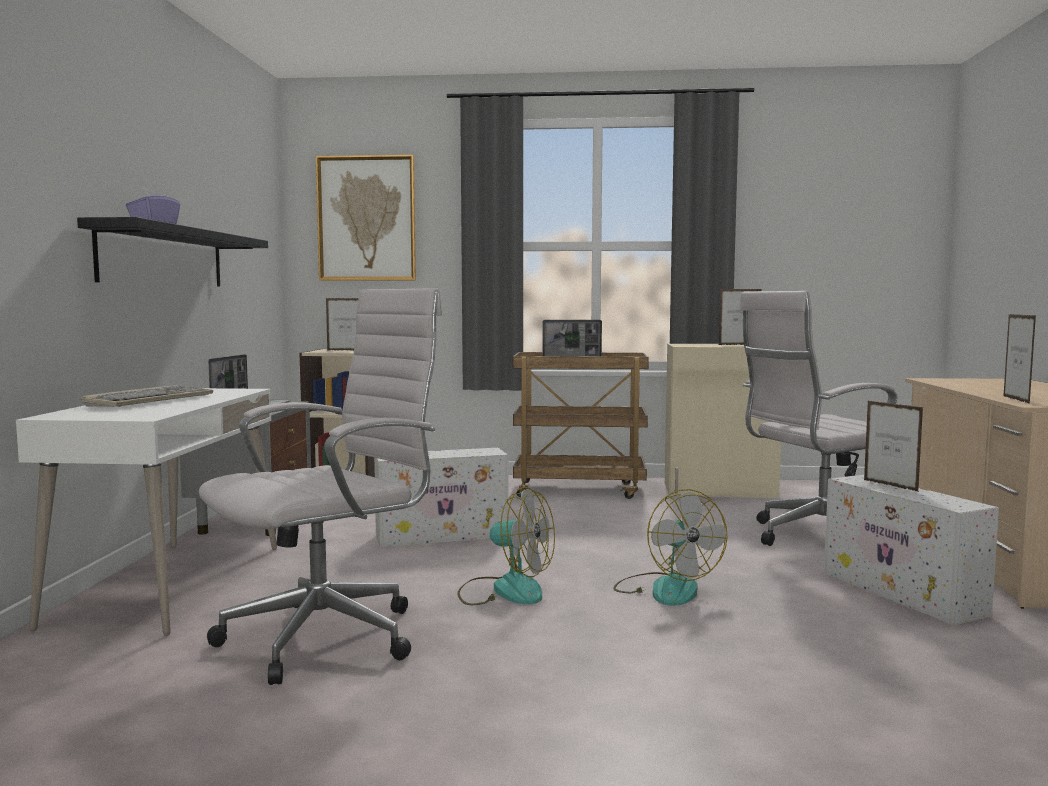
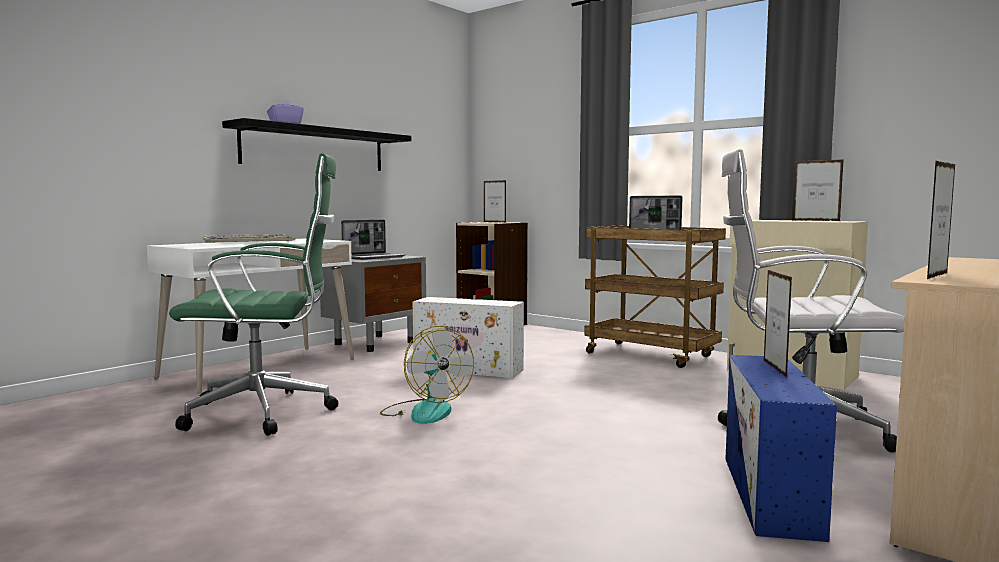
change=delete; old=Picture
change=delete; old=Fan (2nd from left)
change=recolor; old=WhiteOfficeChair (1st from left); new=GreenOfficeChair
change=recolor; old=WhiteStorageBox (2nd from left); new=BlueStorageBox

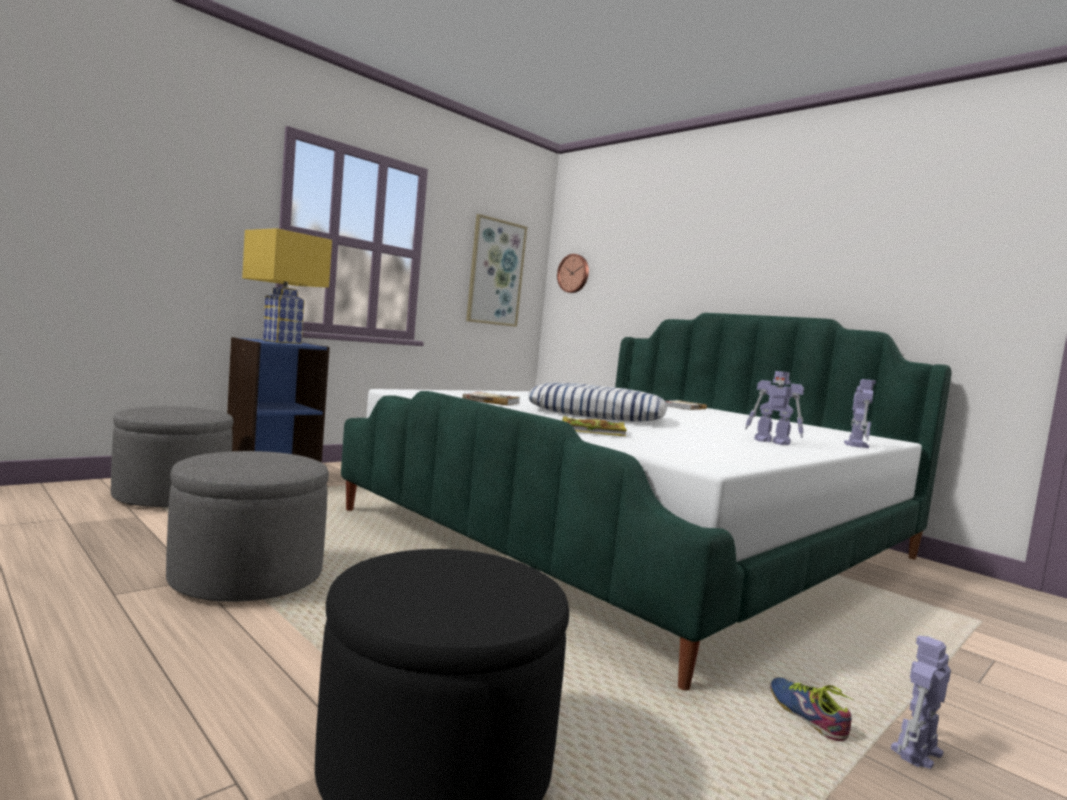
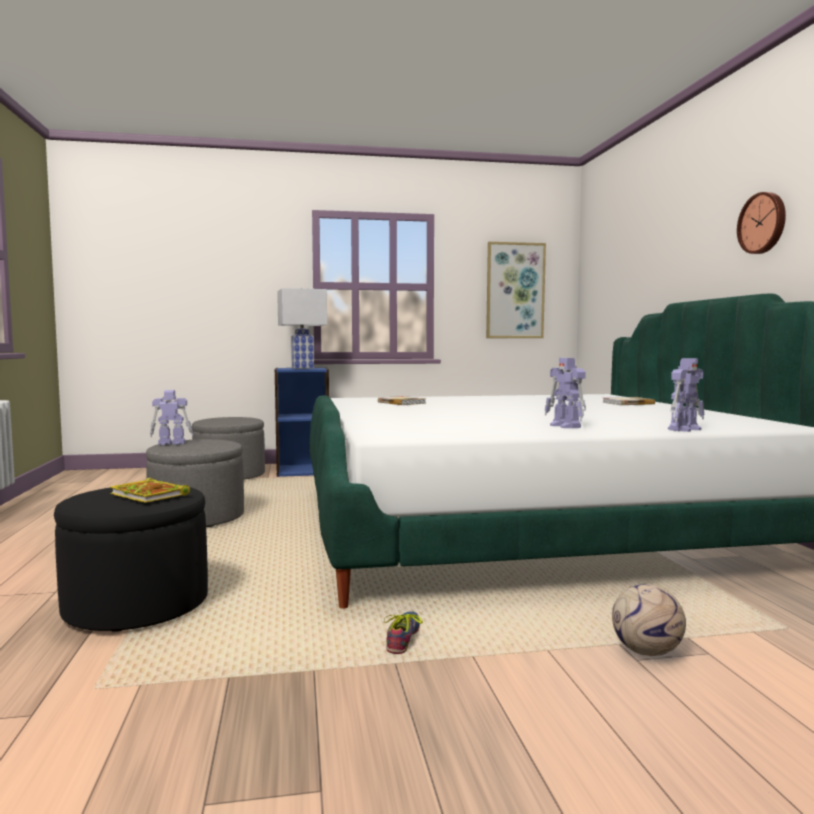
change=delete; old=Pillow
change=insert; new=Football
change=move; old=WallClock
change=move; old=Book (2nd from left in the first image); new=Book (1st from left)
change=move; old=ToyRobot (3rd from left in the first image); new=ToyRobot (1st from left)
change=recolor; old=YellowTableLamp; new=WhiteTableLamp

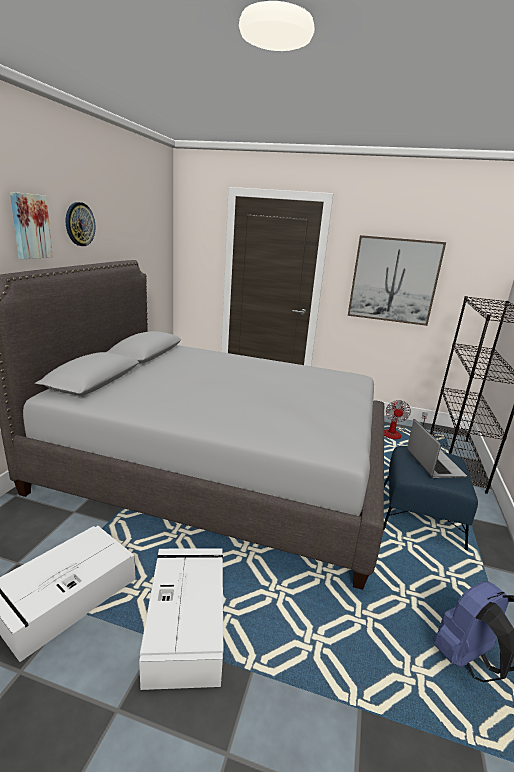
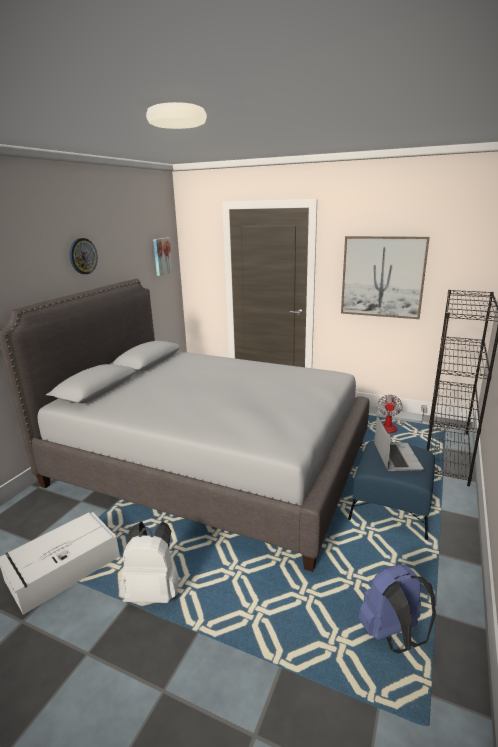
change=move; old=Picture (1st from left)
change=replace; old=WhiteStorageBox (2nd from left); new=WhiteBackpack

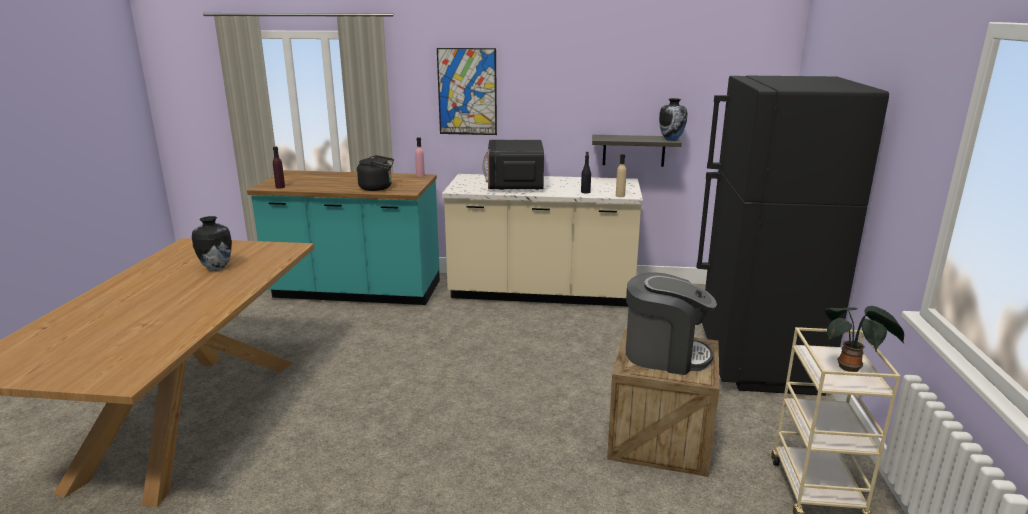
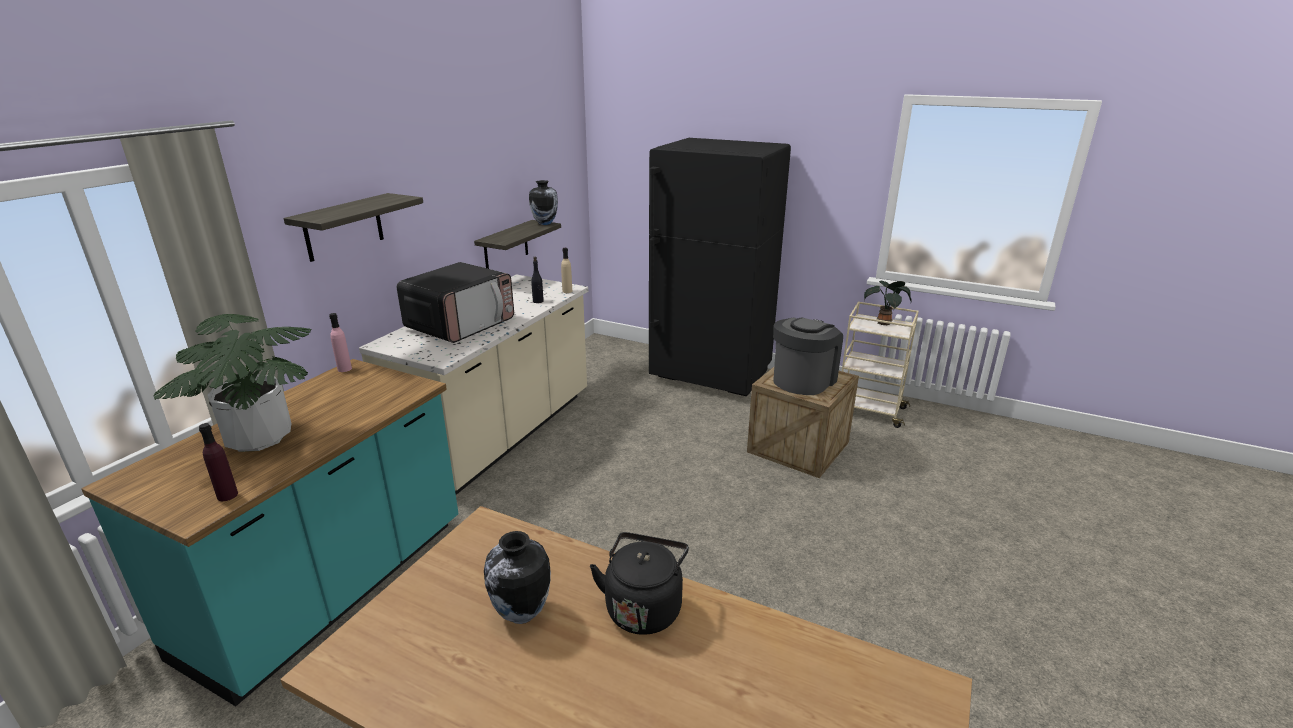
change=insert; new=PottedPlant (1st from left)
change=move; old=BlackKettle
change=replace; old=Picture; new=Shelf (1st from left)
change=rotate; old=Microwave; degrees=-75

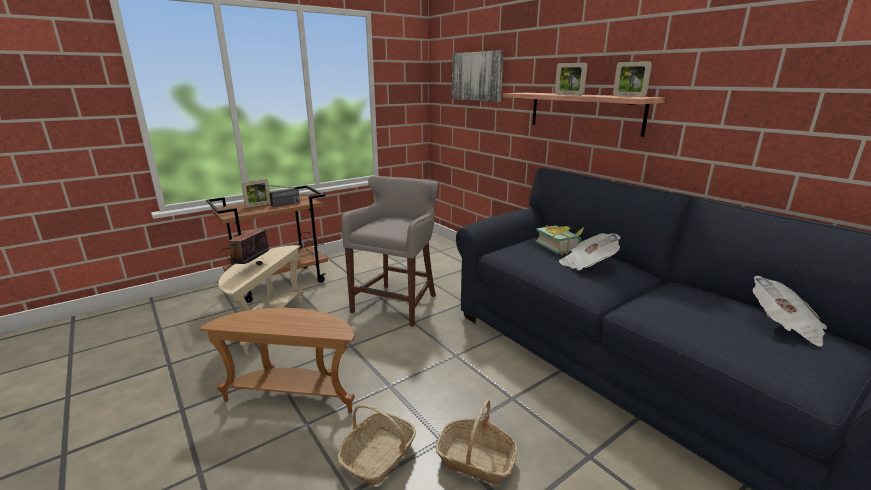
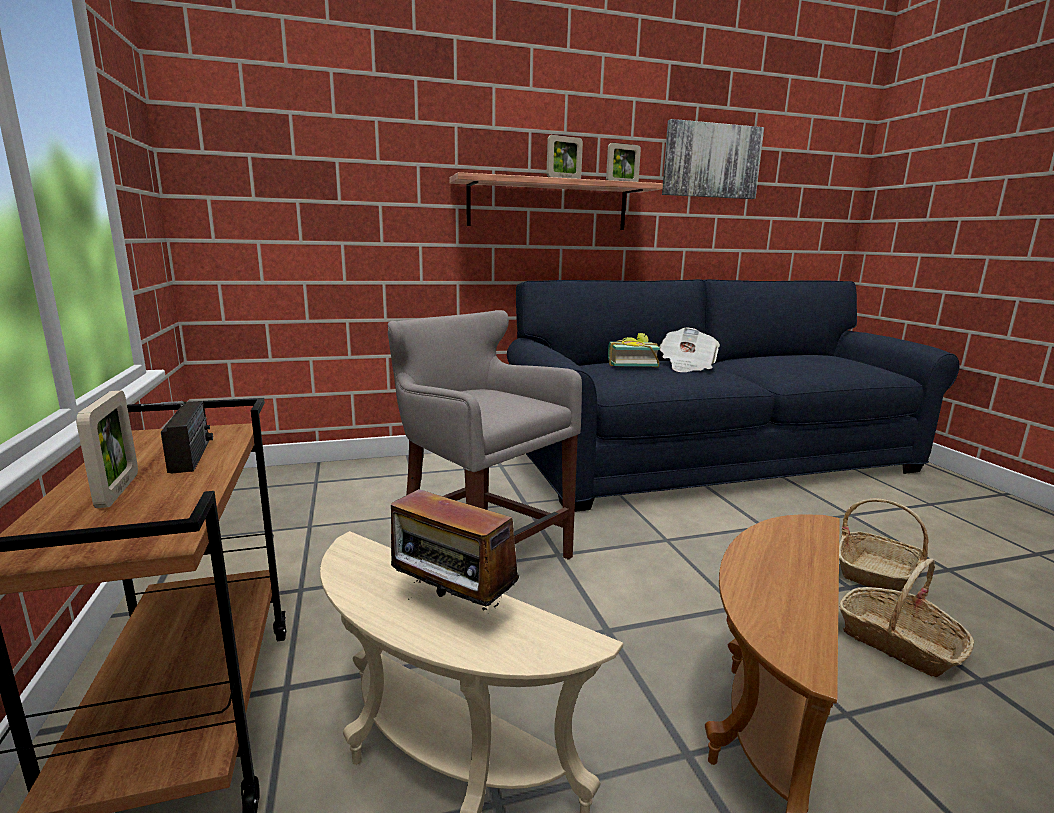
change=delete; old=Newspaper (2nd from left)
change=move; old=Picture

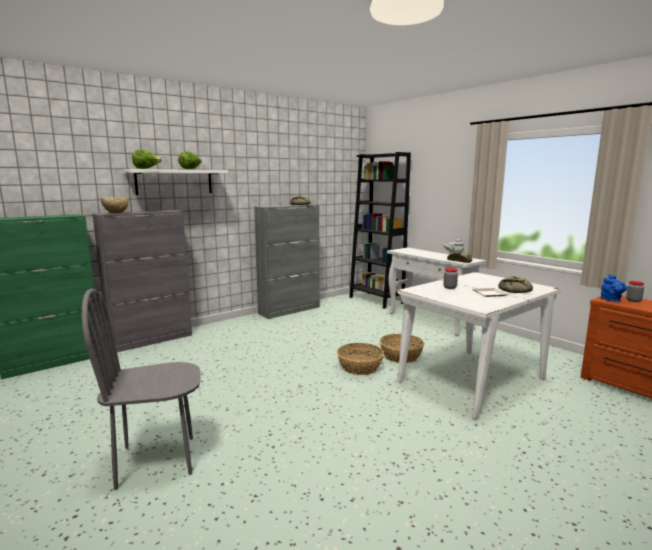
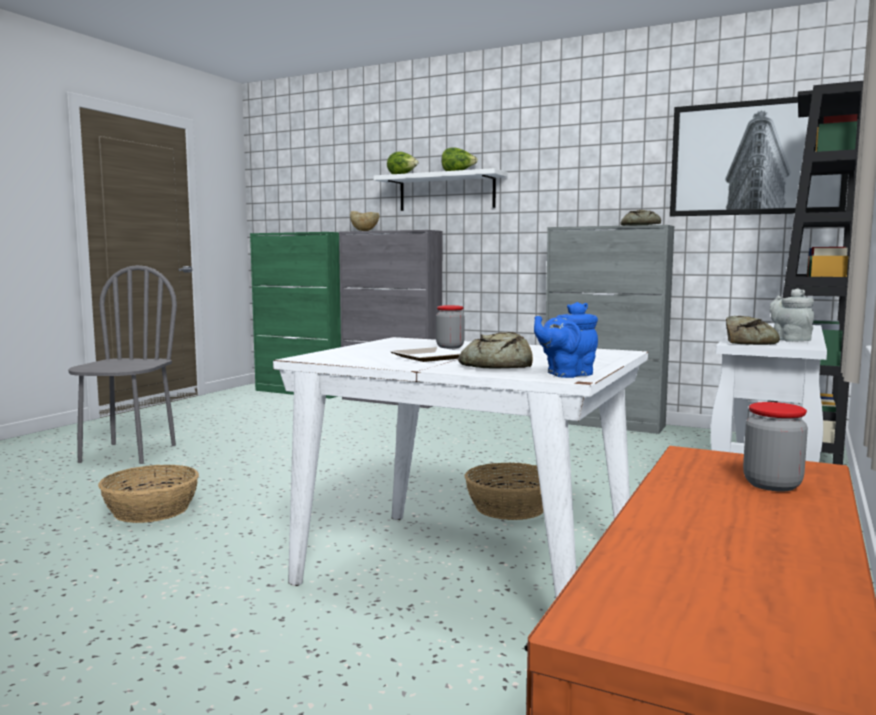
change=insert; new=Picture
change=move; old=Basket (1st from left)
change=move; old=BlueTeapot
change=rotate; old=GreyChair; degrees=45

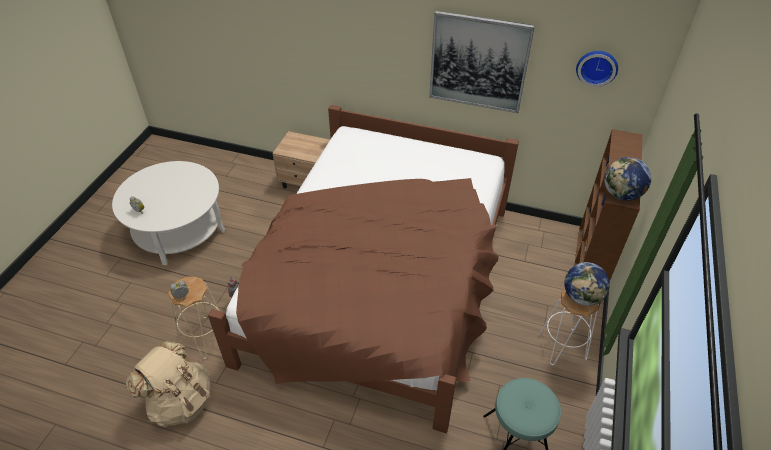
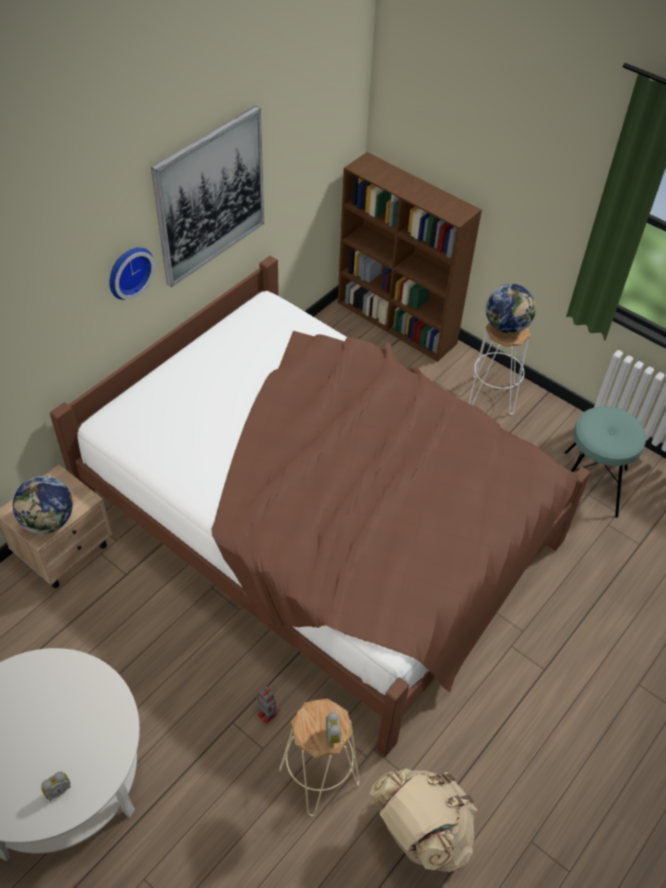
change=move; old=WallClock
change=move; old=Globe (2nd from left in the first image); new=Globe (1st from left)

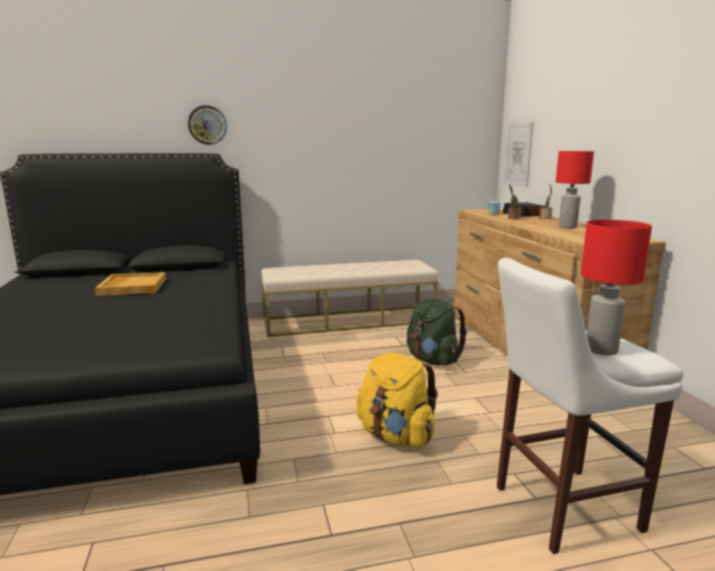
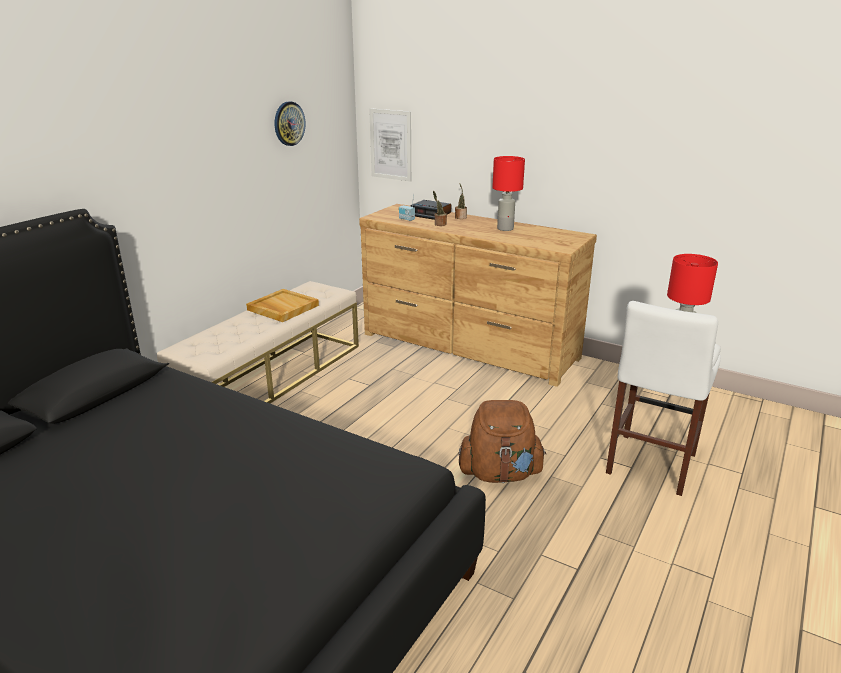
change=delete; old=GreenBackpack
change=move; old=BeigeTray
change=move; old=WallClock
change=recolor; old=YellowBackpack; new=BrownBackpack

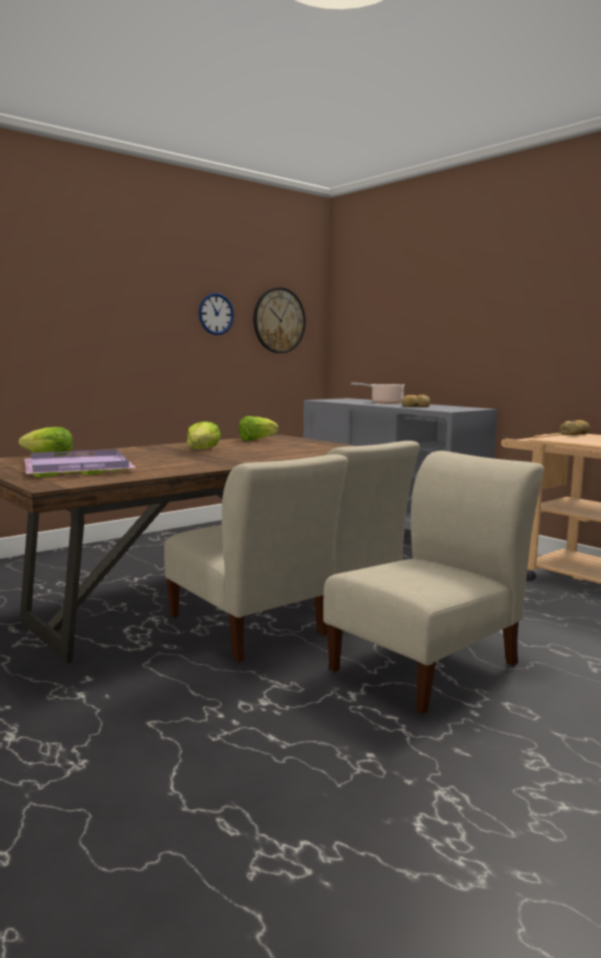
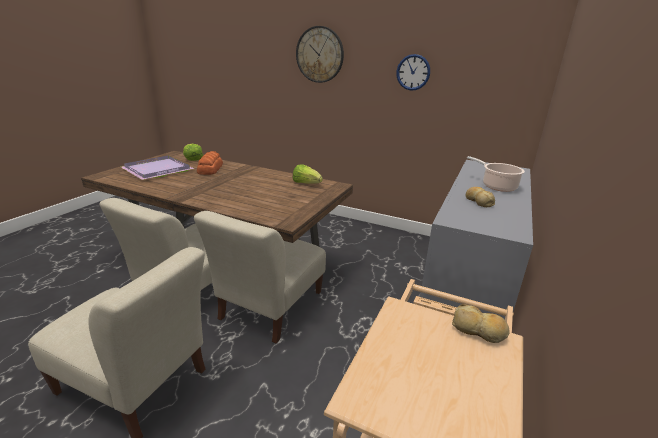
change=delete; old=Lettuce (2nd from left)
change=insert; new=Bread (1st from left)
change=move; old=WallClock (2nd from left in the first image); new=WallClock (1st from left)

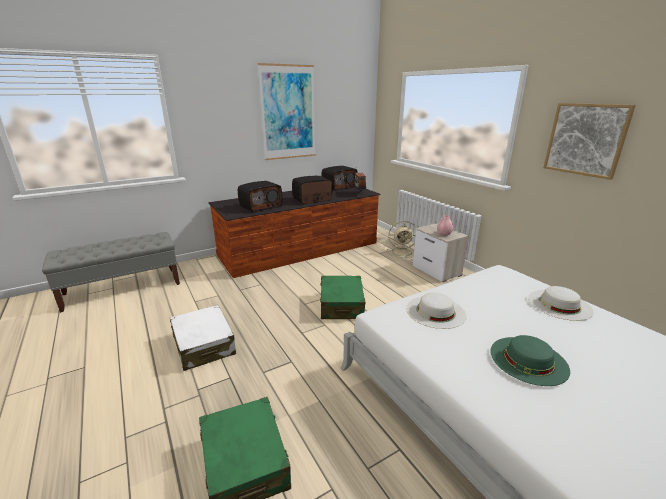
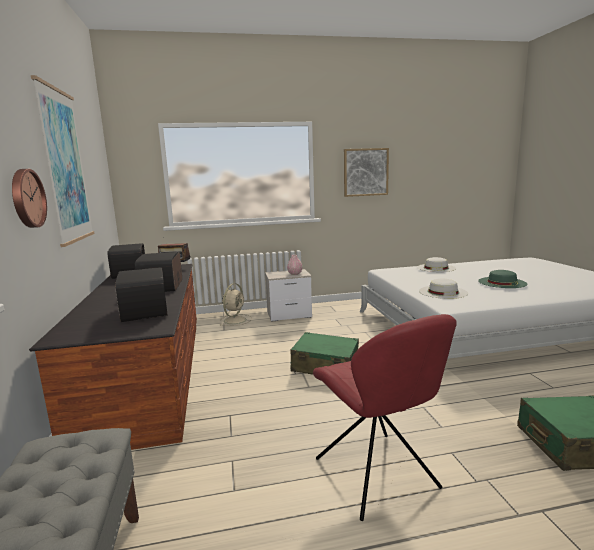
change=insert; new=WallClock
change=replace; old=WhiteSuitcase; new=RedChair

